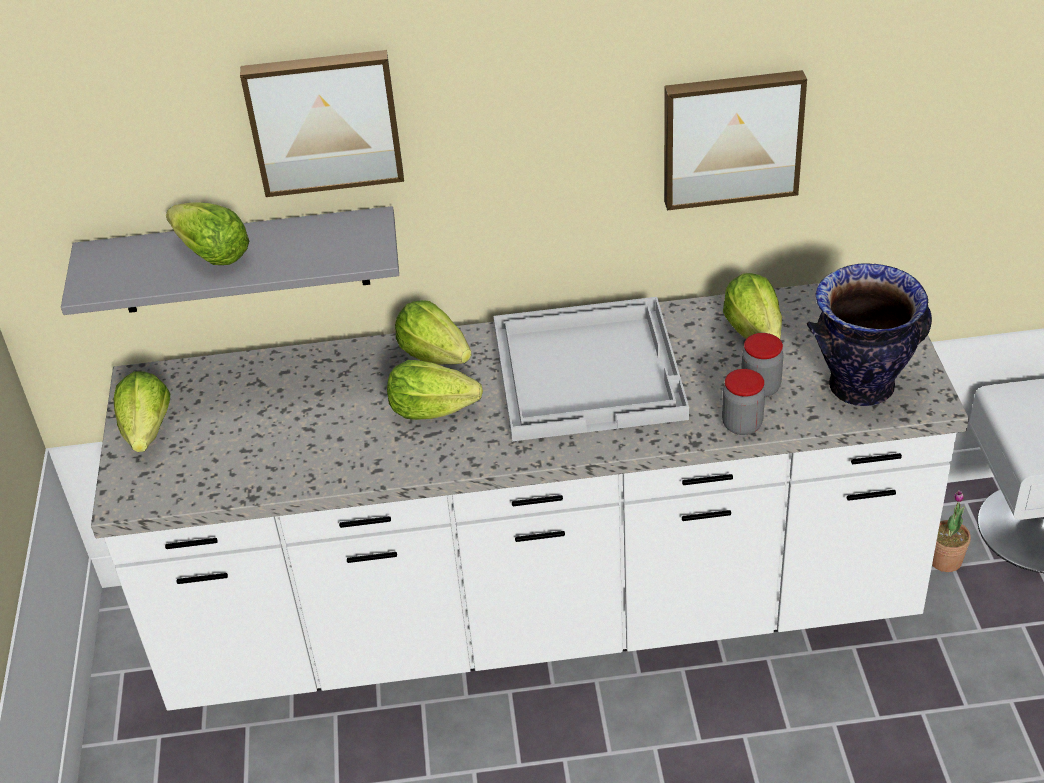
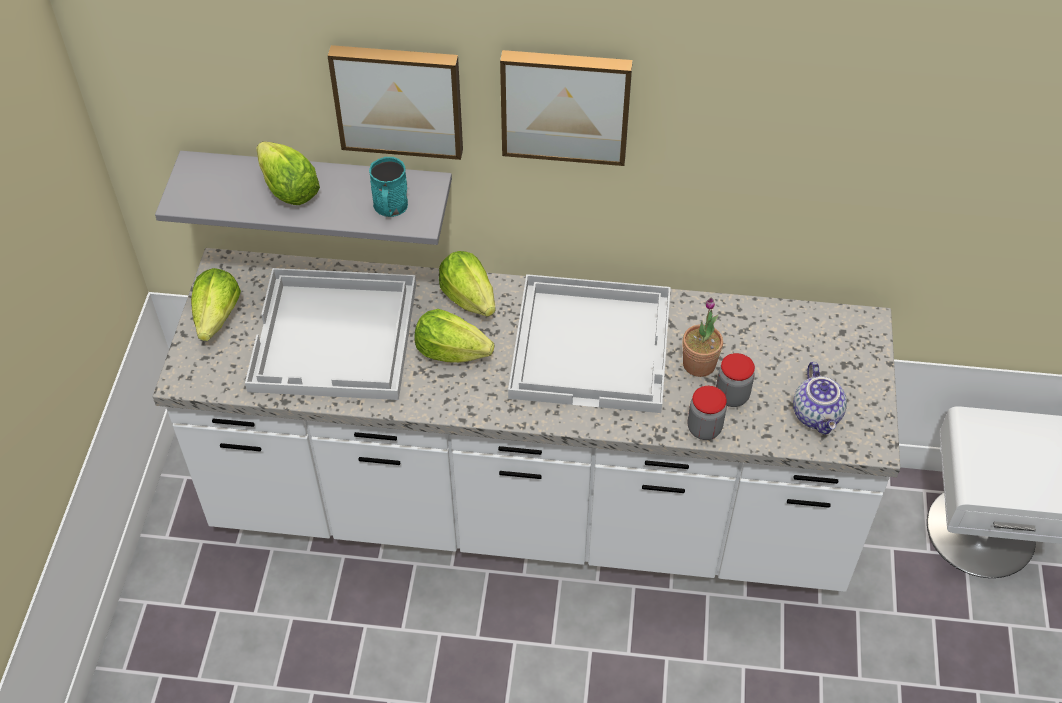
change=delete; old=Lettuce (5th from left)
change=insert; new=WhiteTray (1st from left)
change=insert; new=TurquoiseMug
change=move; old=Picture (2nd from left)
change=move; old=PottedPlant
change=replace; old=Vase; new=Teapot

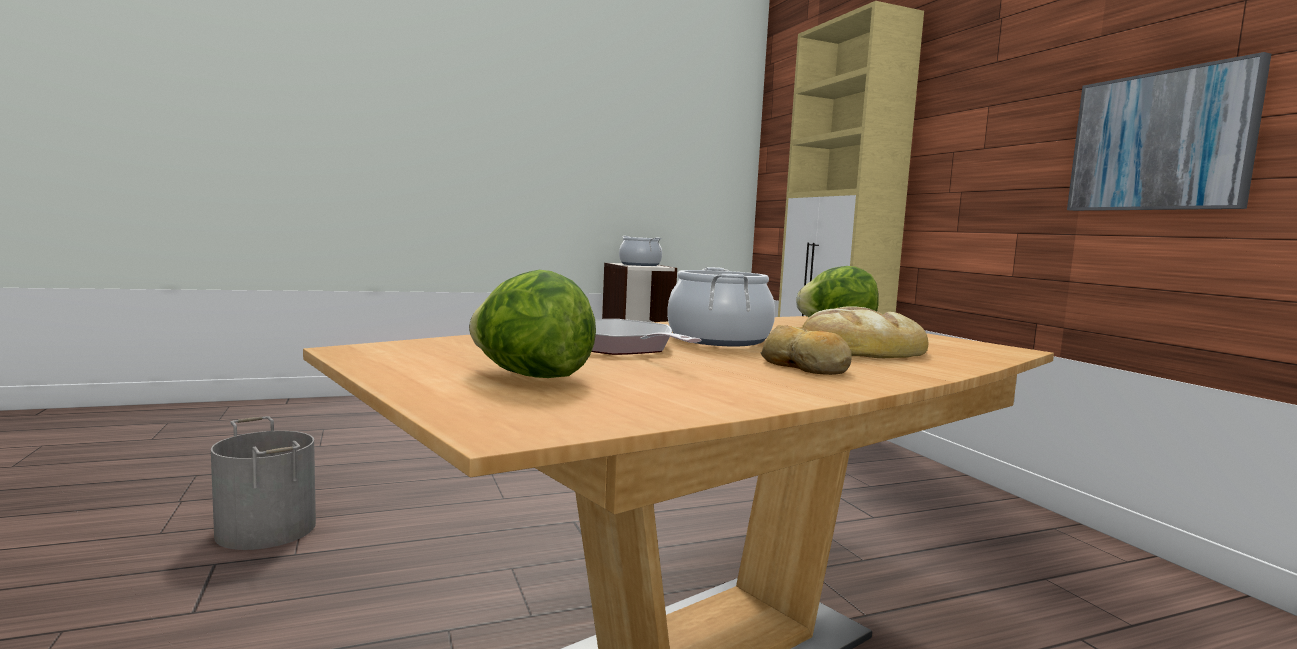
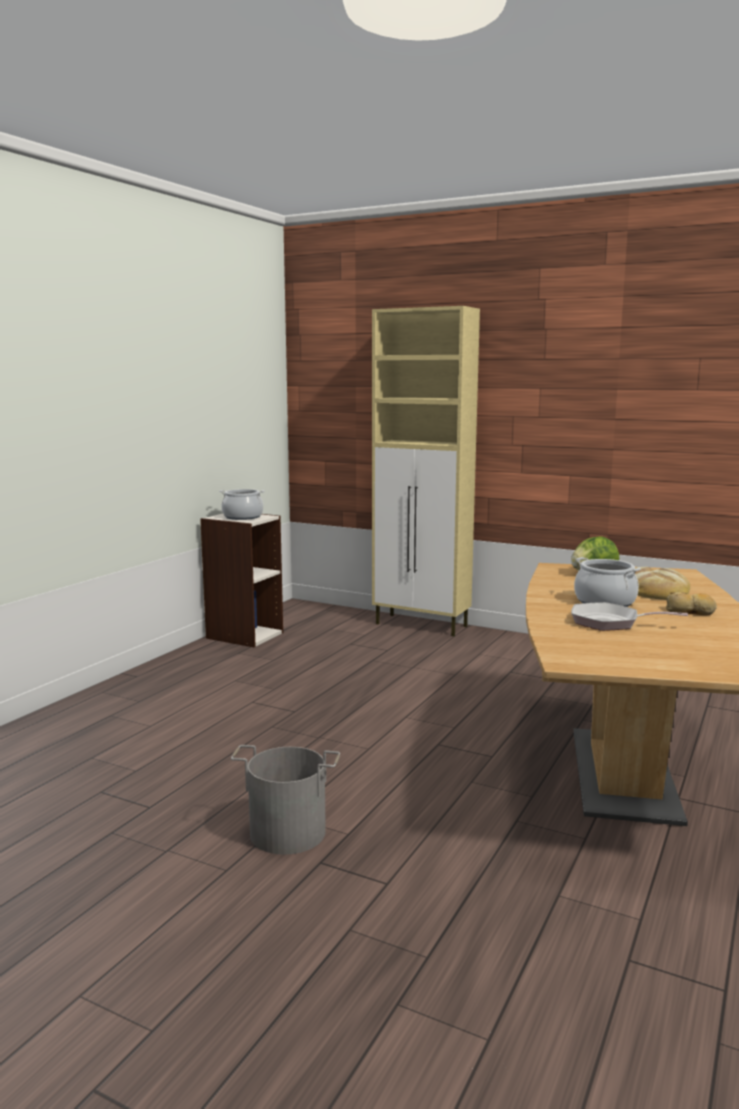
change=delete; old=Lettuce (1st from left)
change=delete; old=Picture

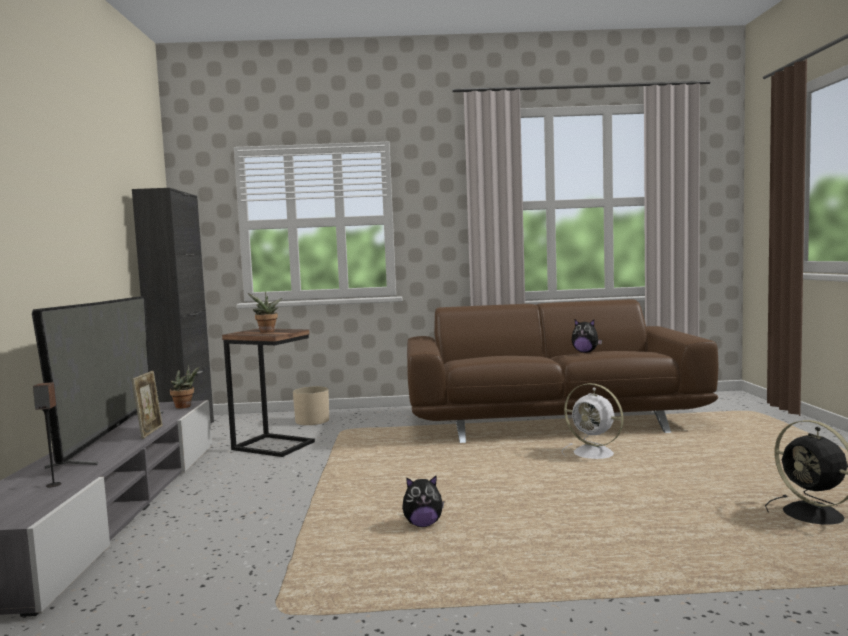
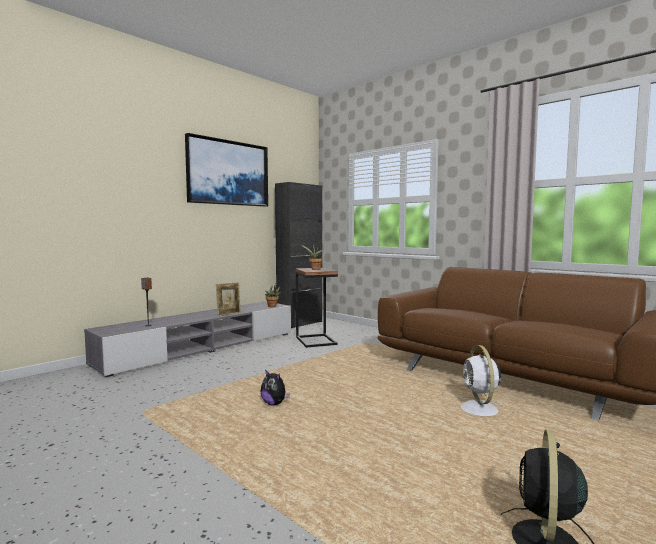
change=delete; old=Television
change=delete; old=BeigePlanter
change=delete; old=PlushToy (2nd from left)
change=insert; new=Picture

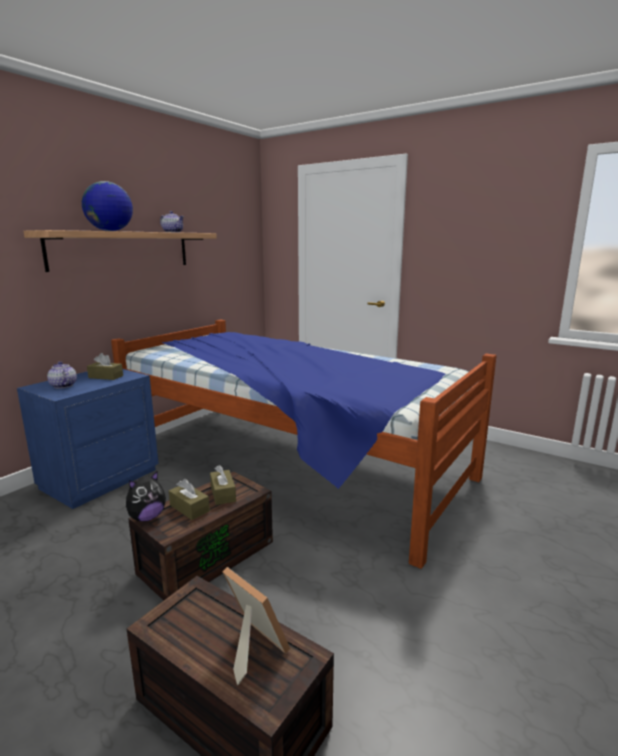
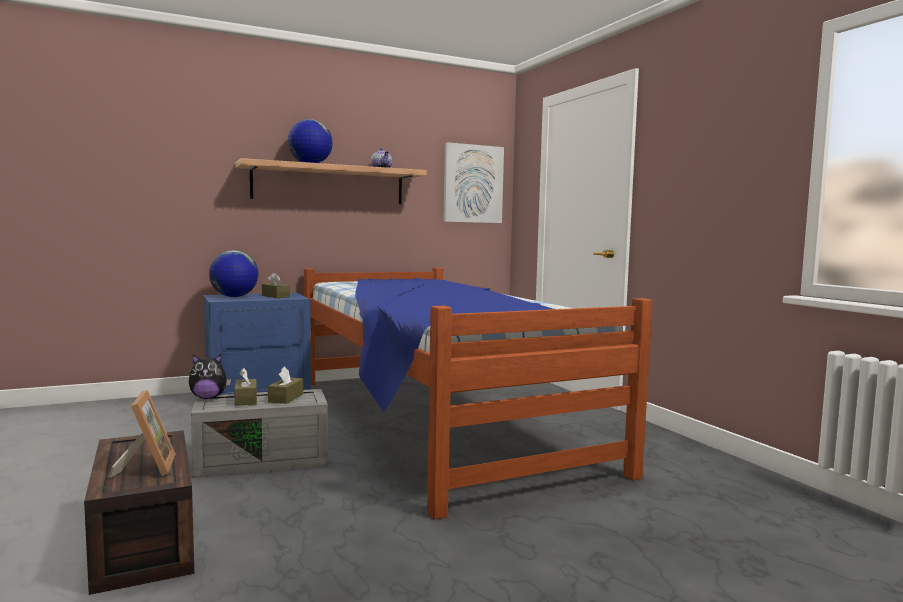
change=insert; new=Picture
change=replace; old=Teapot (1st from left); new=Globe (1st from left)
change=recolor; old=BrownStorageBox (1st from left); new=GreyStorageBox

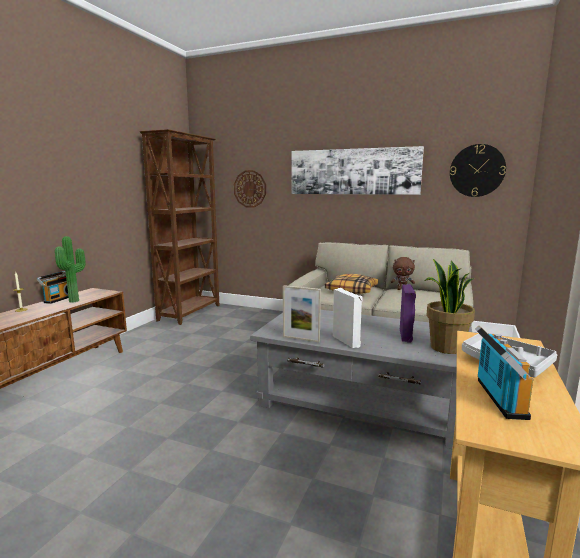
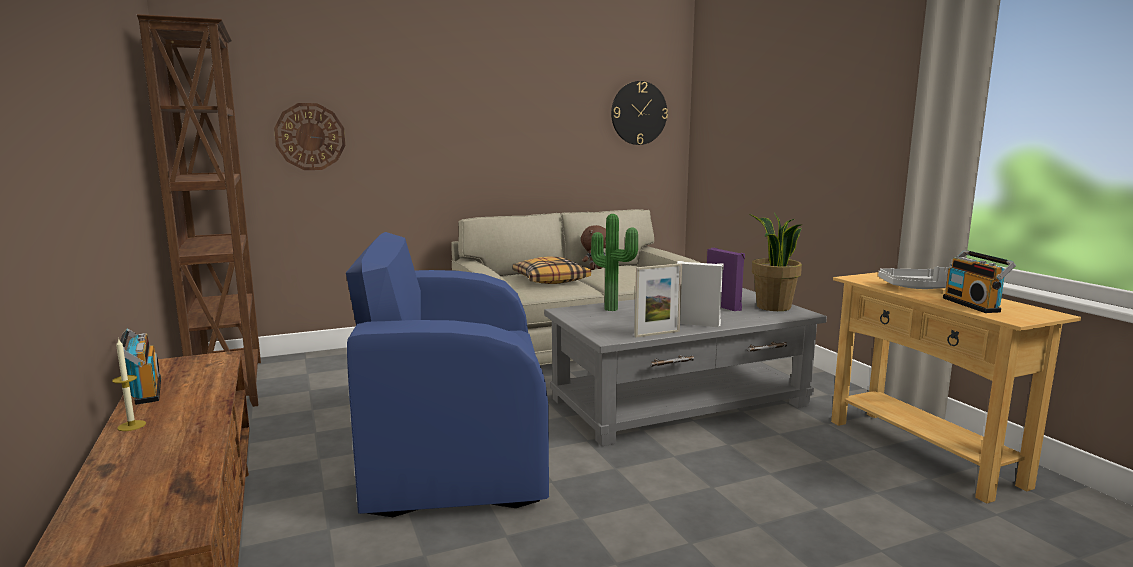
change=delete; old=Picture
change=insert; new=BlueArmchair
change=move; old=PottedPlant (1st from left)
change=rotate; old=Radio (2nd from left); degrees=-150

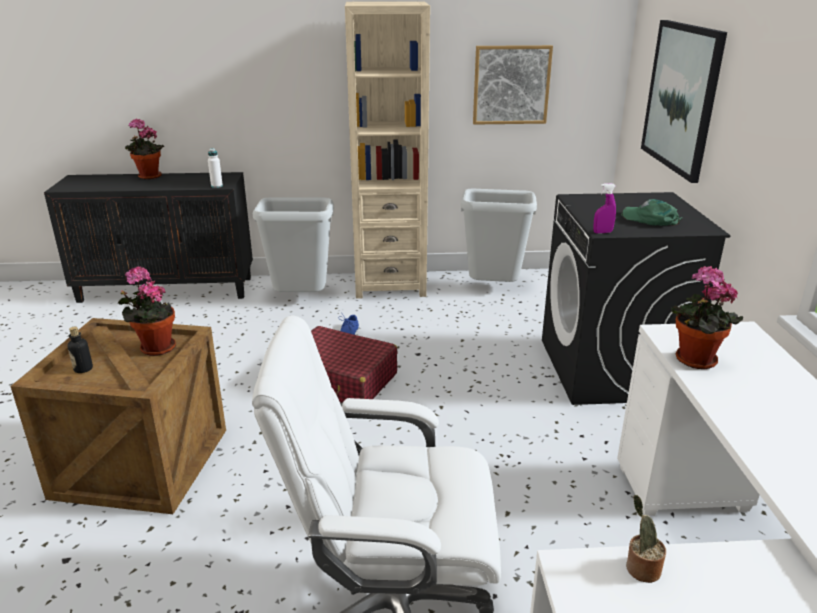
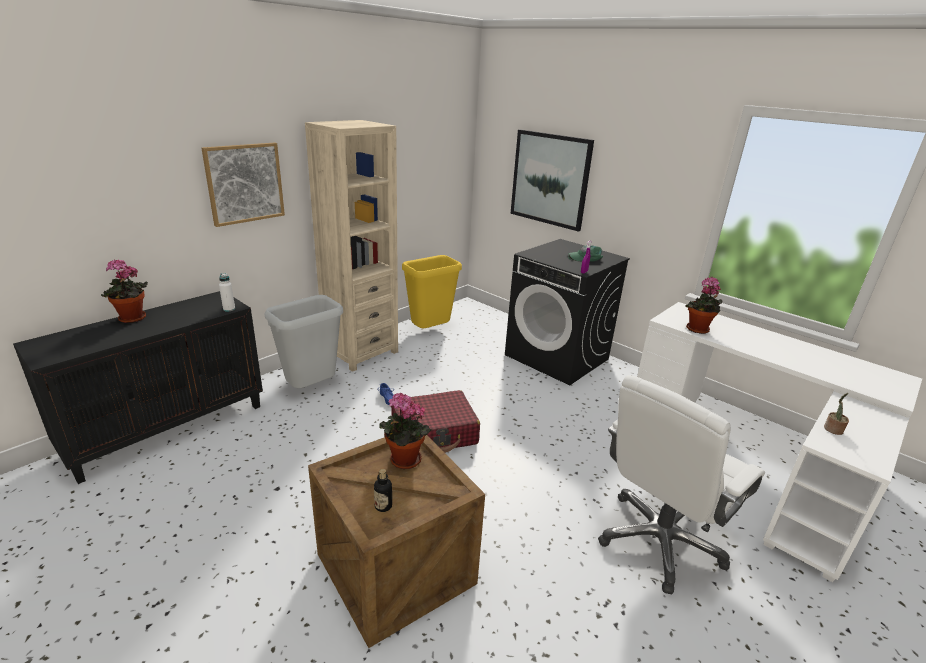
change=move; old=Picture (1st from left)
change=recolor; old=GreyTrashCan (2nd from left); new=YellowTrashCan

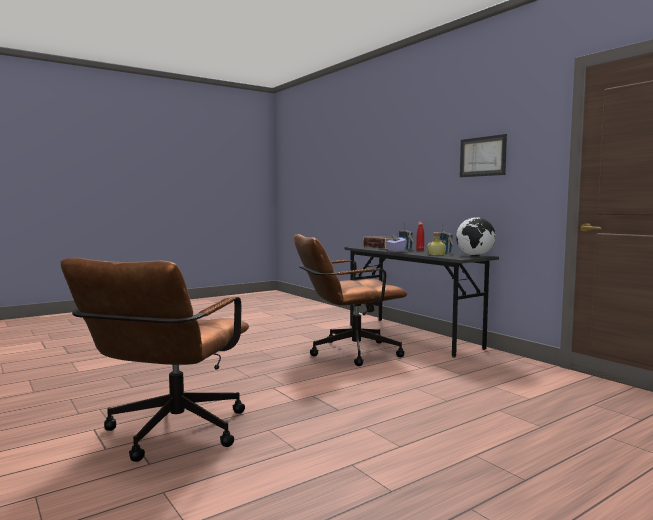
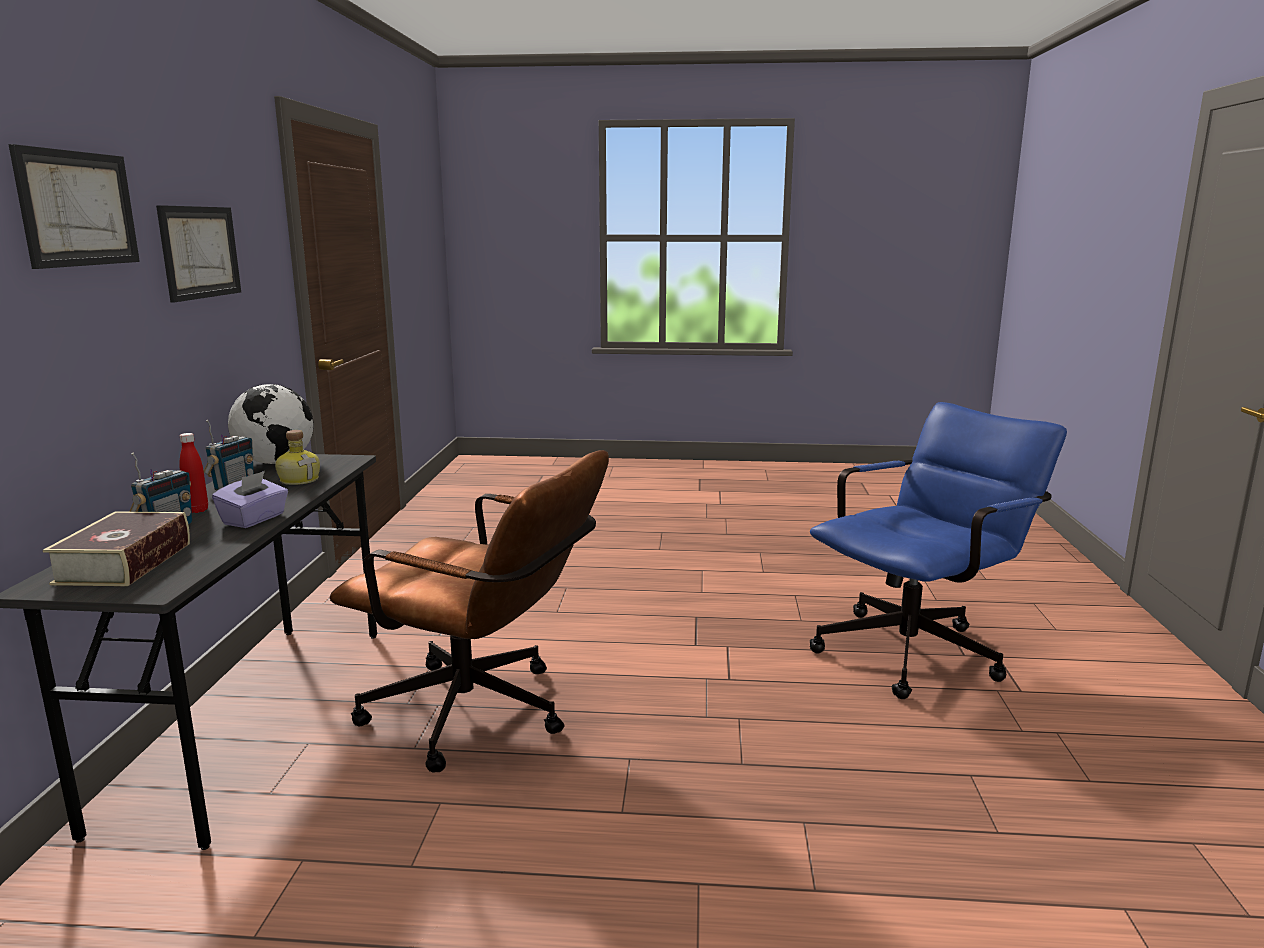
change=insert; new=Picture (1st from left)
change=recolor; old=BrownOfficeChair (1st from left); new=BlueOfficeChair

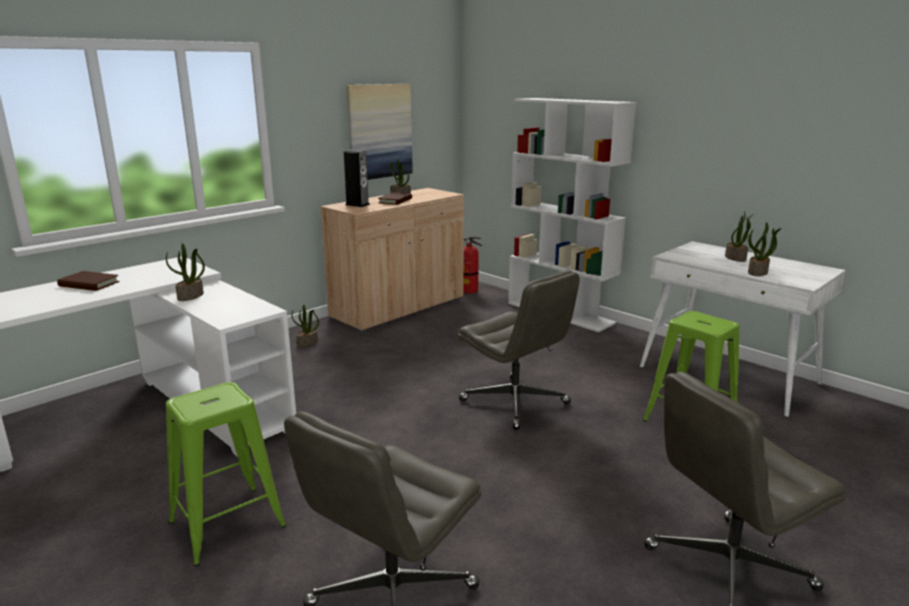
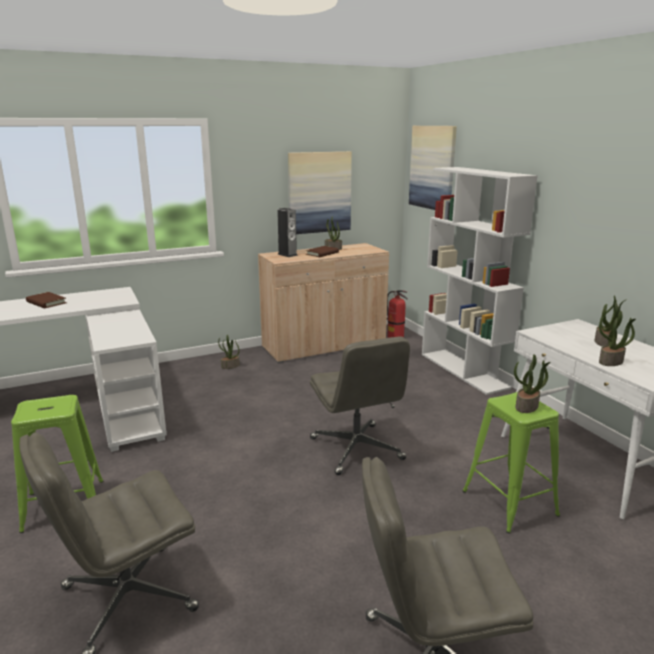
change=insert; new=Picture (2nd from left)
change=move; old=PottedPlant (1st from left in the first image); new=PottedPlant (3rd from left)

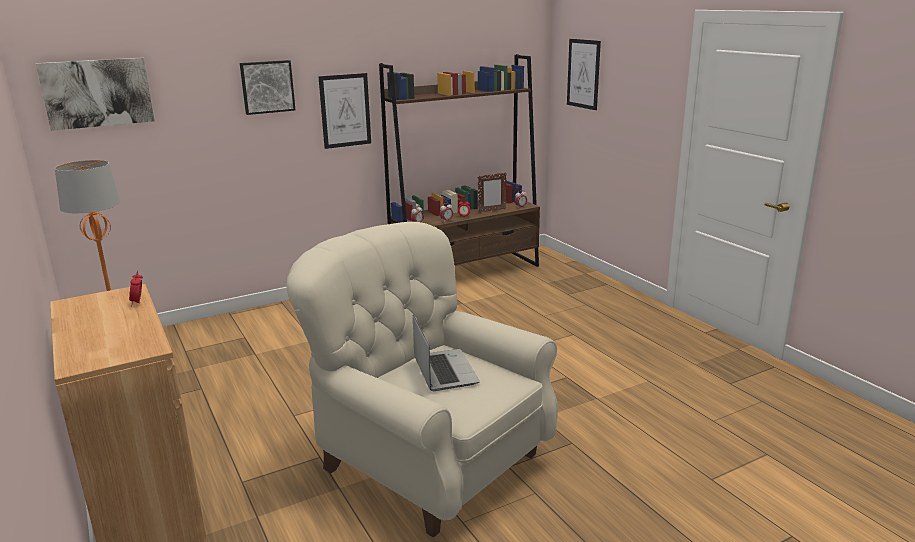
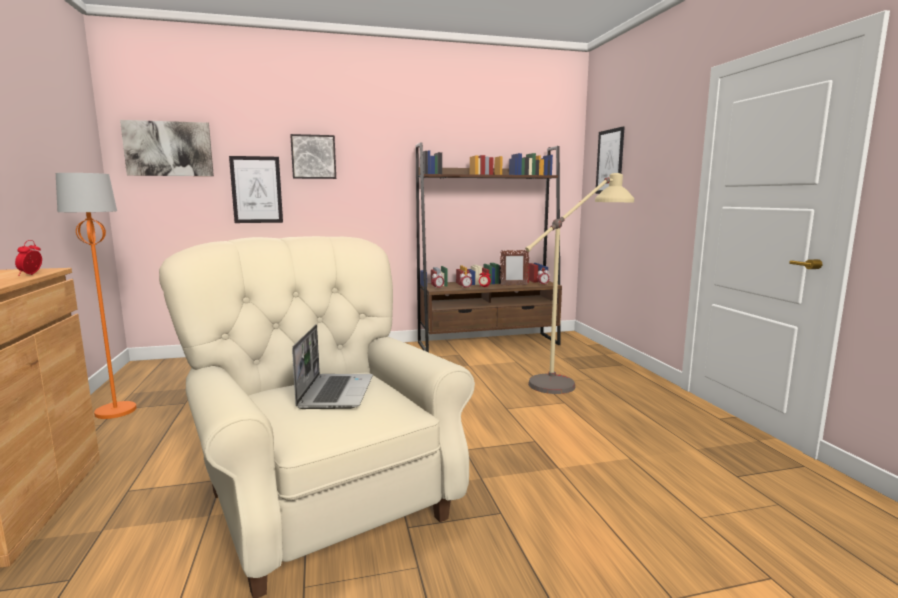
change=insert; new=BeigeFloorLamp
change=move; old=Picture (3rd from left in the first image); new=Picture (2nd from left)

